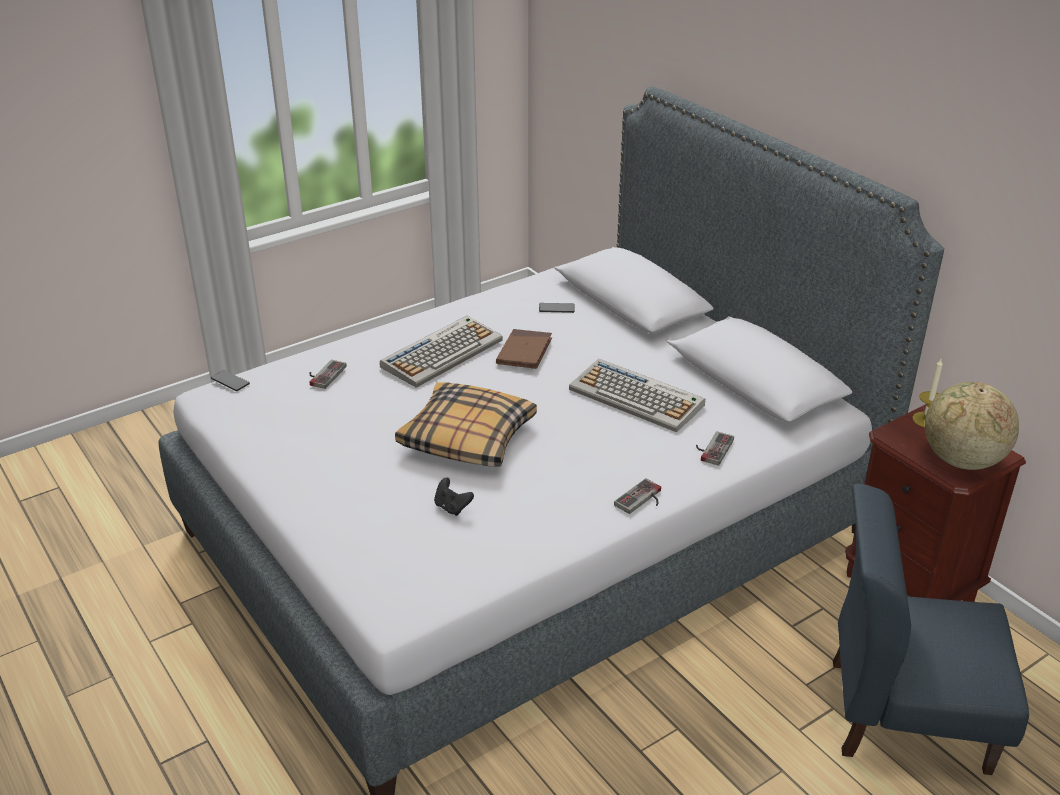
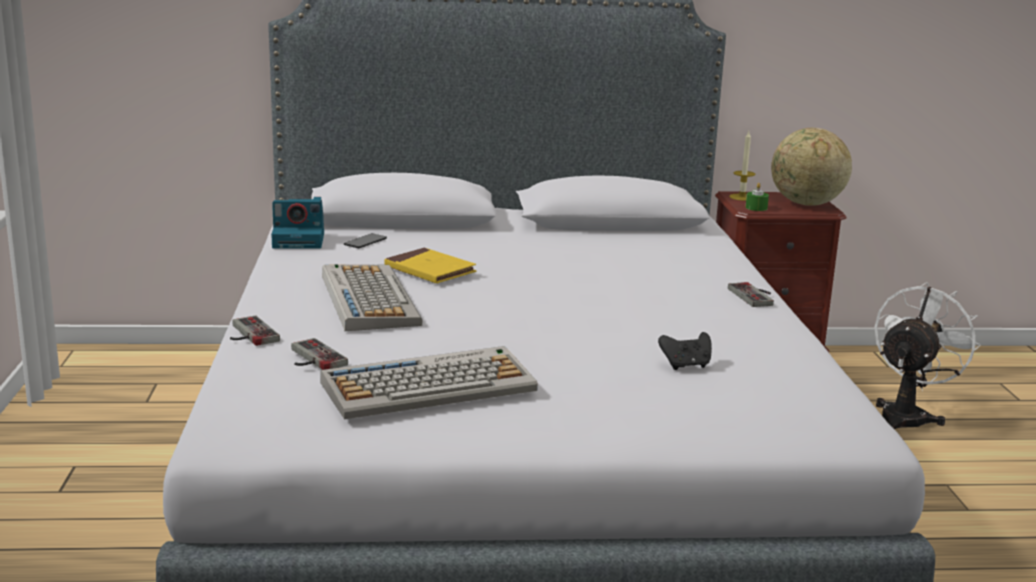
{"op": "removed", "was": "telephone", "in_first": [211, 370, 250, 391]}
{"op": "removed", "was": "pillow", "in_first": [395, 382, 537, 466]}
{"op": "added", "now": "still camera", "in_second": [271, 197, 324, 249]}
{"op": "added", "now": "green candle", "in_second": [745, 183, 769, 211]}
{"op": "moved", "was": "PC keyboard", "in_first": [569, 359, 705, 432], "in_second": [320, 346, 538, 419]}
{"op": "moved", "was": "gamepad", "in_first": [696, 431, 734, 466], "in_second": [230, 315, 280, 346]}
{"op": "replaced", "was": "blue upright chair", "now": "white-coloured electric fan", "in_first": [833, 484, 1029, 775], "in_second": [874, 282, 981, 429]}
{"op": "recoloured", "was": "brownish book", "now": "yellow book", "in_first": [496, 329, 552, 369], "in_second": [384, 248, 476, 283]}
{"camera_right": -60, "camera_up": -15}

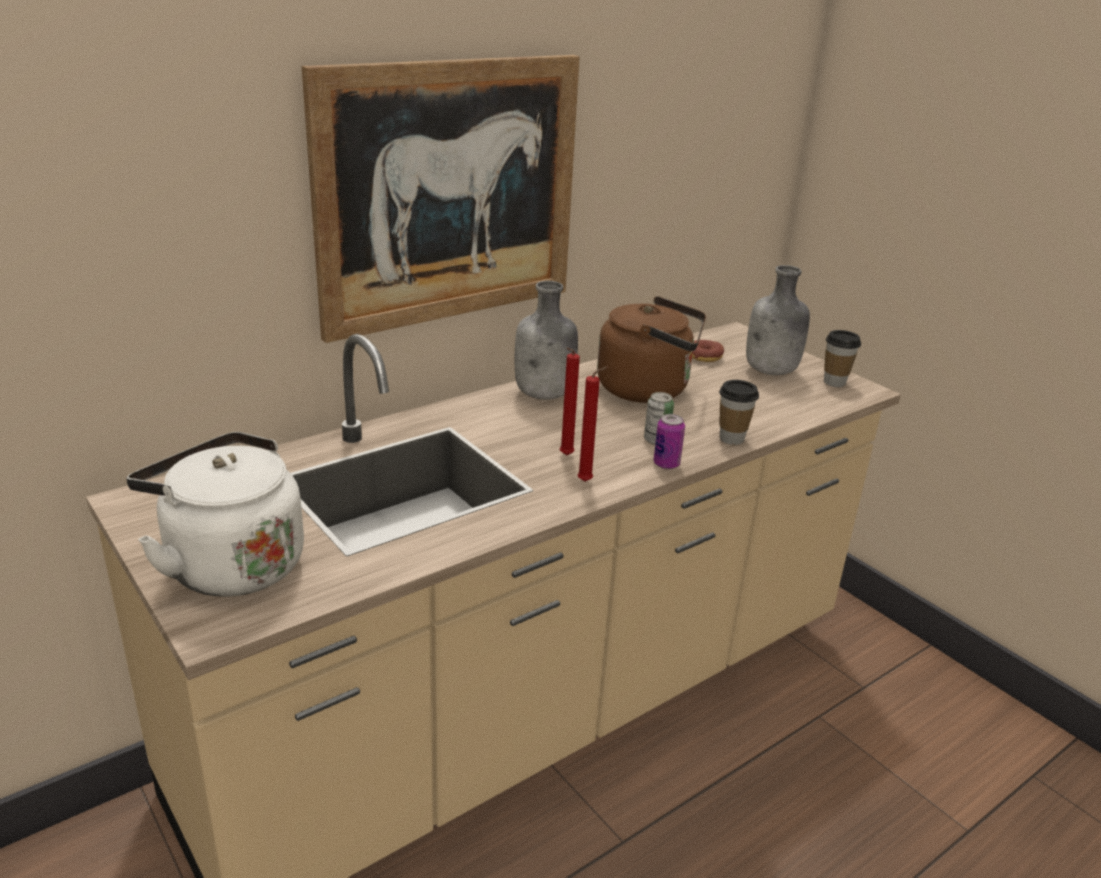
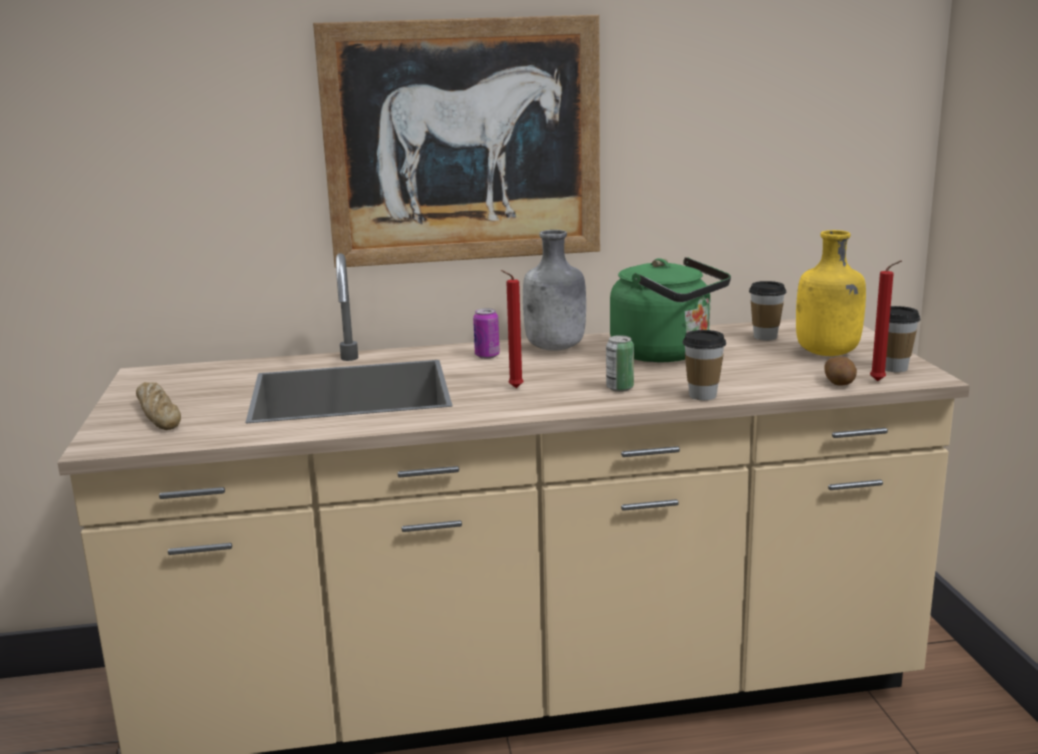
{"op": "added", "now": "whole potato", "in_second": [825, 356, 857, 386]}
{"op": "moved", "was": "red-coloured candle", "in_first": [577, 366, 608, 482], "in_second": [870, 260, 902, 381]}
{"op": "moved", "was": "metal can", "in_first": [654, 414, 685, 469], "in_second": [473, 308, 500, 359]}
{"op": "replaced", "was": "white-coloured water kettle", "now": "baked bread", "in_first": [127, 432, 304, 597], "in_second": [136, 382, 181, 430]}
{"op": "replaced", "was": "ring doughnut", "now": "drinking cup", "in_first": [692, 340, 724, 362], "in_second": [749, 281, 786, 340]}
{"op": "recoloured", "was": "brownish water kettle", "now": "green water kettle", "in_first": [597, 296, 706, 403], "in_second": [610, 257, 731, 362]}
{"op": "recoloured", "was": "grey beverage bottle", "now": "yellow beverage bottle", "in_first": [746, 265, 810, 376], "in_second": [796, 230, 866, 356]}
{"camera_right": 30, "camera_up": -10}

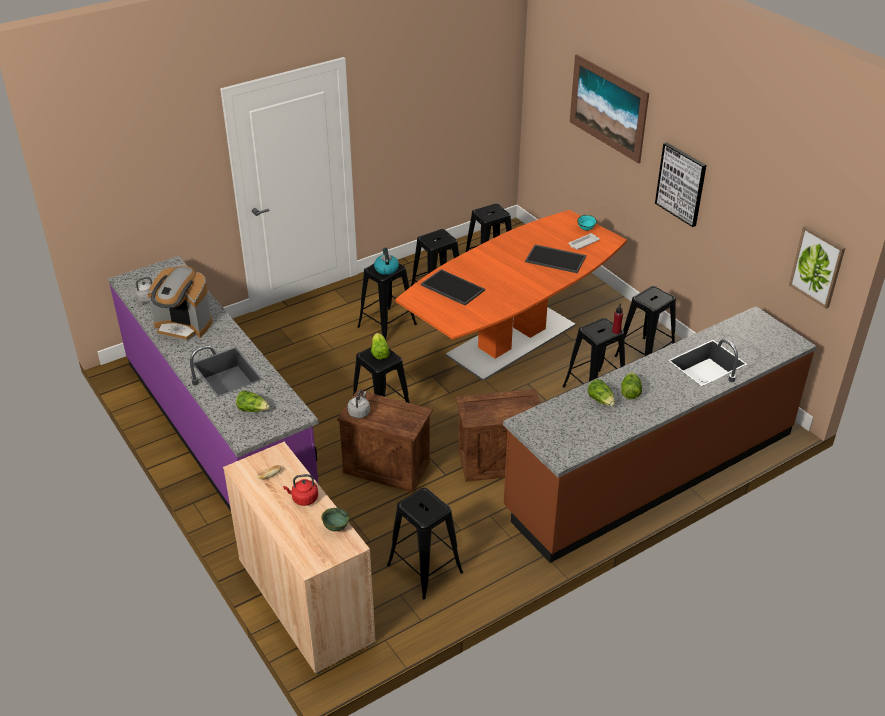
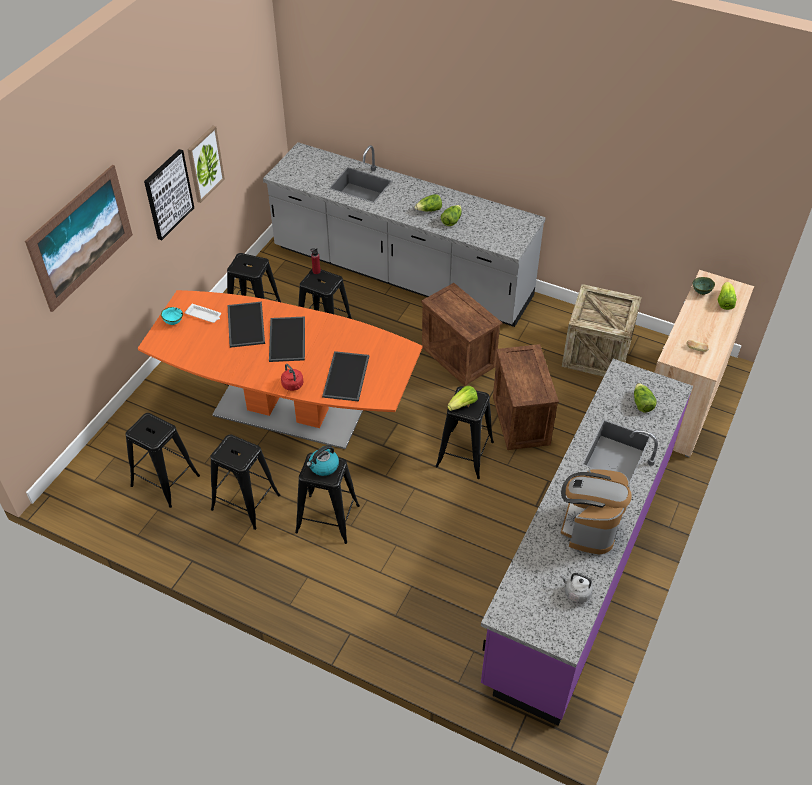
{"op": "removed", "was": "grey water kettle", "in_first": [347, 390, 370, 418]}
{"op": "added", "now": "carrying tray", "in_second": [269, 317, 305, 362]}
{"op": "added", "now": "head of lettuce", "in_second": [717, 282, 737, 310]}
{"op": "moved", "was": "red-coloured water kettle", "in_first": [283, 474, 318, 506], "in_second": [281, 364, 303, 391]}
{"op": "moved", "was": "wall picture", "in_first": [789, 226, 845, 309], "in_second": [187, 126, 225, 203]}
{"op": "replaced", "was": "black stool", "now": "packing crate", "in_first": [387, 488, 463, 599], "in_second": [562, 284, 642, 377]}
{"op": "recoloured", "was": "brownish counter", "now": "grey counter", "in_first": [503, 306, 816, 563], "in_second": [263, 142, 546, 327]}
{"op": "turned", "was": "coffee maker", "in_first": [147, 266, 212, 341], "in_second": [561, 469, 632, 554], "clockwise": -150}
{"camera_right": -120, "camera_up": 10}

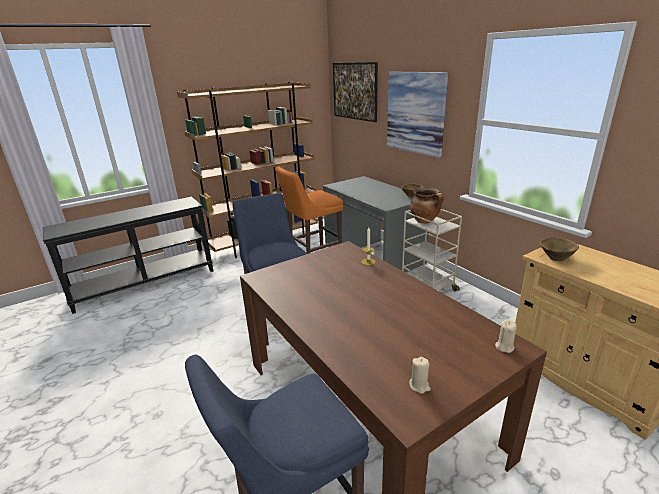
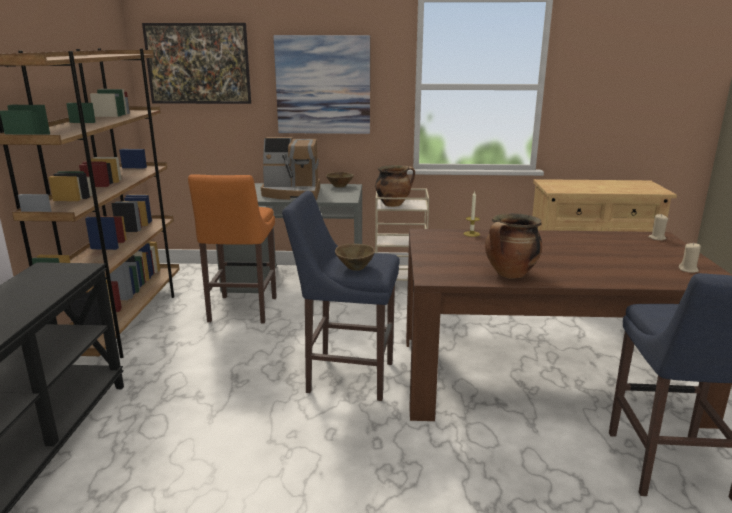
{"op": "added", "now": "coffee maker", "in_second": [261, 137, 320, 200]}
{"op": "added", "now": "saucepot", "in_second": [485, 213, 542, 279]}
{"op": "moved", "was": "brownish deep dish", "in_first": [540, 237, 579, 261], "in_second": [335, 244, 375, 271]}
{"camera_right": -55, "camera_up": -5}

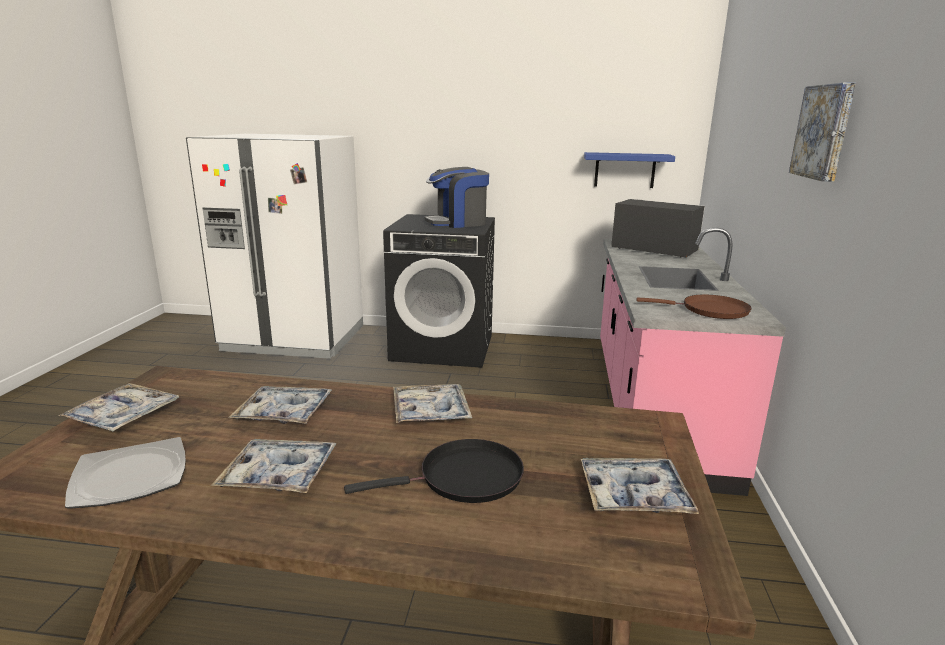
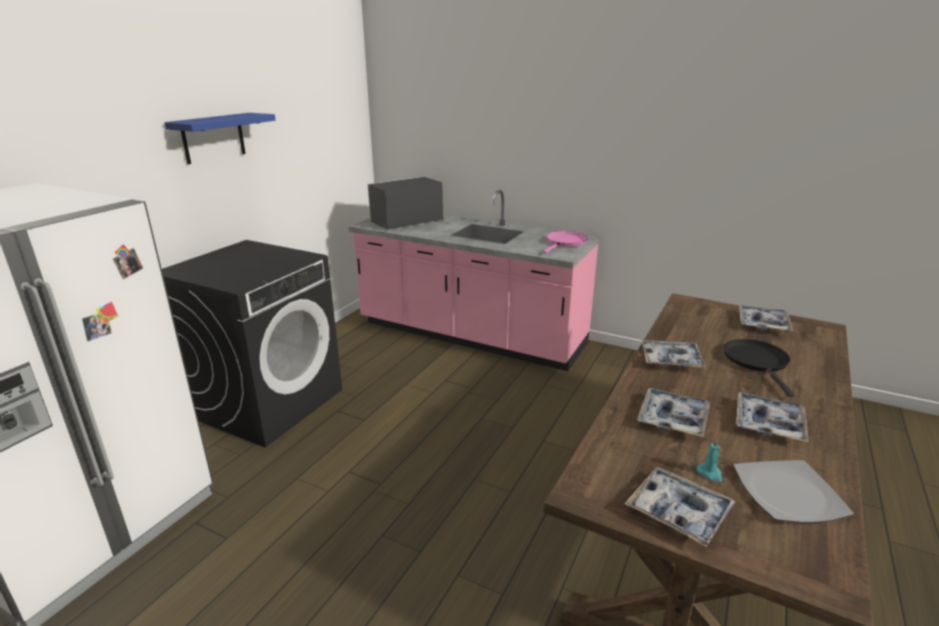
{"op": "removed", "was": "coffee maker", "in_first": [424, 167, 489, 228]}
{"op": "removed", "was": "wall picture", "in_first": [789, 83, 856, 182]}
{"op": "added", "now": "turquoise candle", "in_second": [697, 439, 722, 482]}
{"op": "moved", "was": "blue bracket shelf", "in_first": [584, 152, 675, 188], "in_second": [164, 113, 276, 164]}
{"op": "recoloured", "was": "brownish skillet", "now": "pink-coloured skillet", "in_first": [636, 295, 752, 319], "in_second": [543, 231, 588, 253]}
{"camera_right": -70, "camera_up": 5}

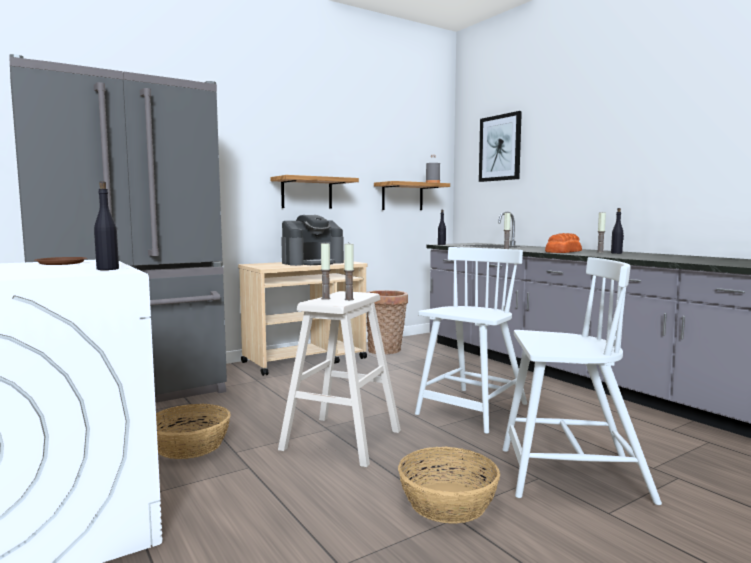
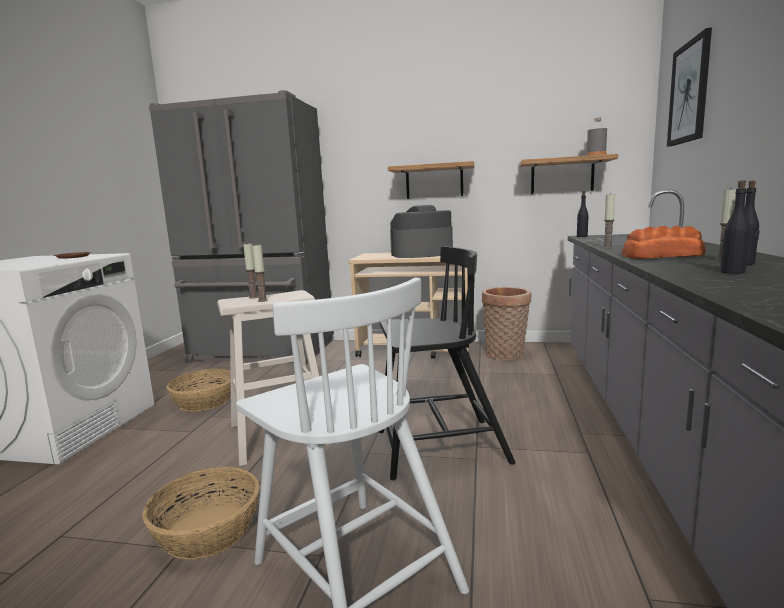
{"op": "moved", "was": "black beverage bottle", "in_first": [94, 181, 119, 270], "in_second": [720, 180, 750, 274]}
{"op": "recoloured", "was": "white-coloured upright chair", "now": "black upright chair", "in_first": [415, 247, 527, 434], "in_second": [379, 246, 515, 480]}
{"op": "turned", "was": "coffee maker", "in_first": [281, 215, 344, 266], "in_second": [390, 205, 453, 258], "clockwise": 150}
{"camera_right": 45, "camera_up": 5}

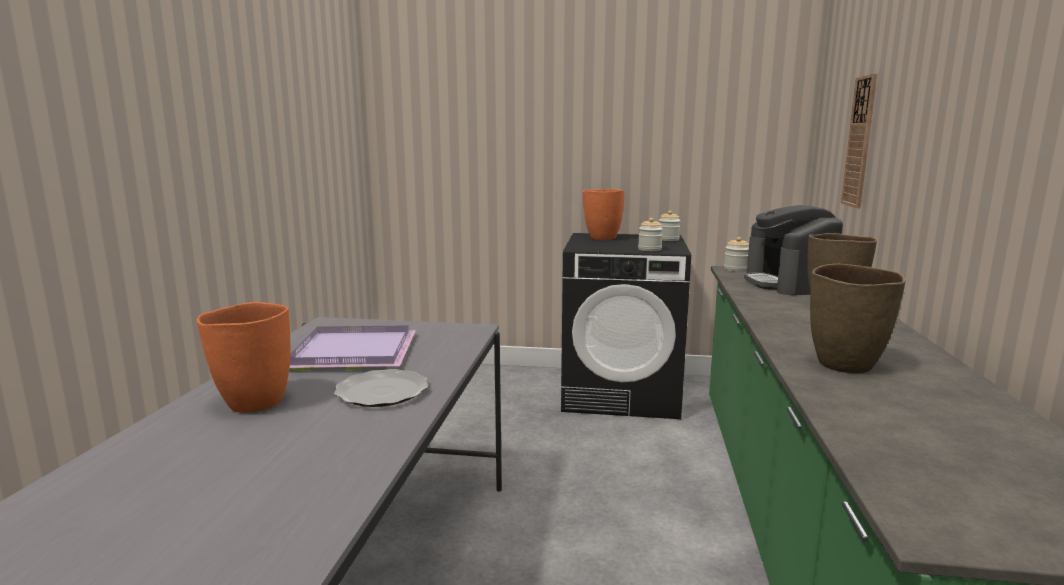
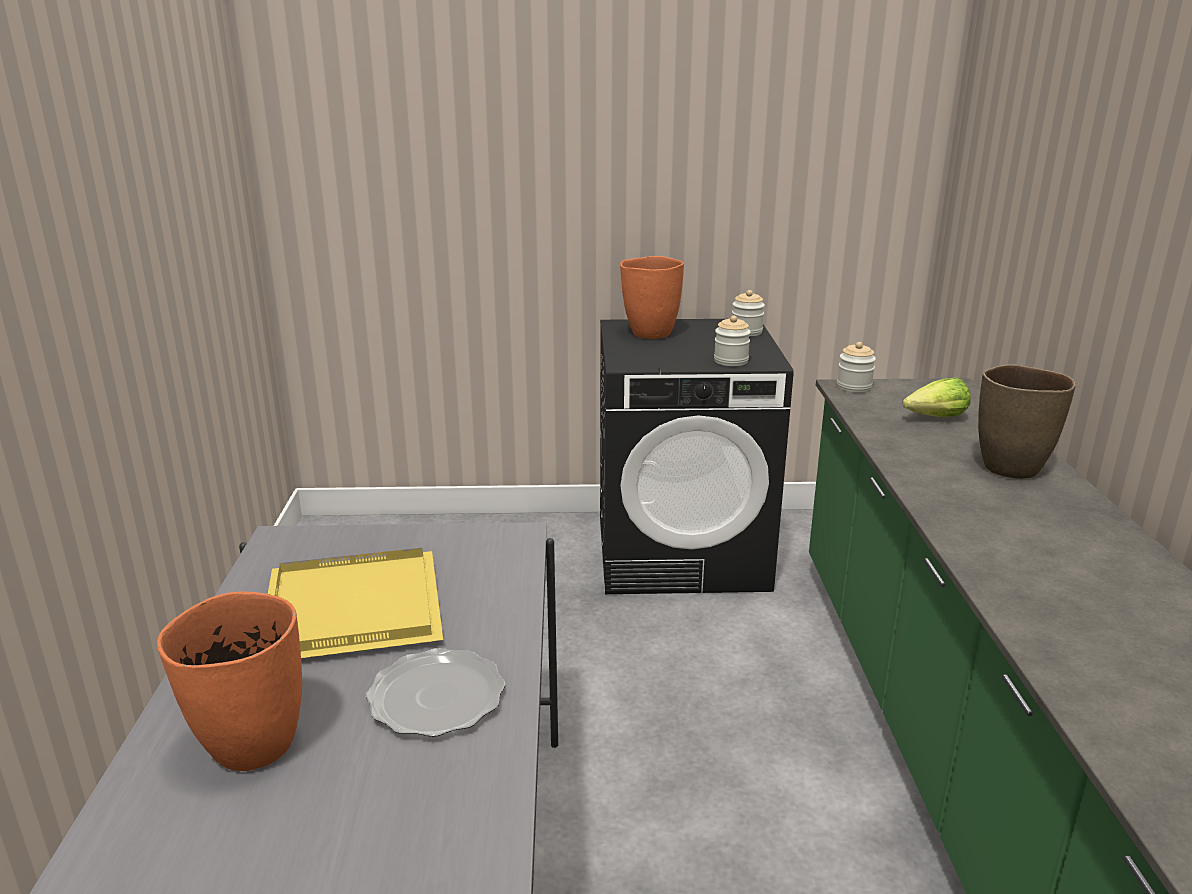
{"op": "removed", "was": "brownish flower vase", "in_first": [810, 264, 905, 373]}
{"op": "removed", "was": "hanging clock", "in_first": [841, 73, 877, 208]}
{"op": "replaced", "was": "coffee maker", "now": "head of lettuce", "in_first": [744, 205, 843, 295], "in_second": [903, 378, 971, 417]}
{"op": "recoloured", "was": "purplish carrying tray", "now": "yellow carrying tray", "in_first": [290, 325, 416, 371], "in_second": [268, 548, 443, 658]}
{"camera_right": -10, "camera_up": 10}

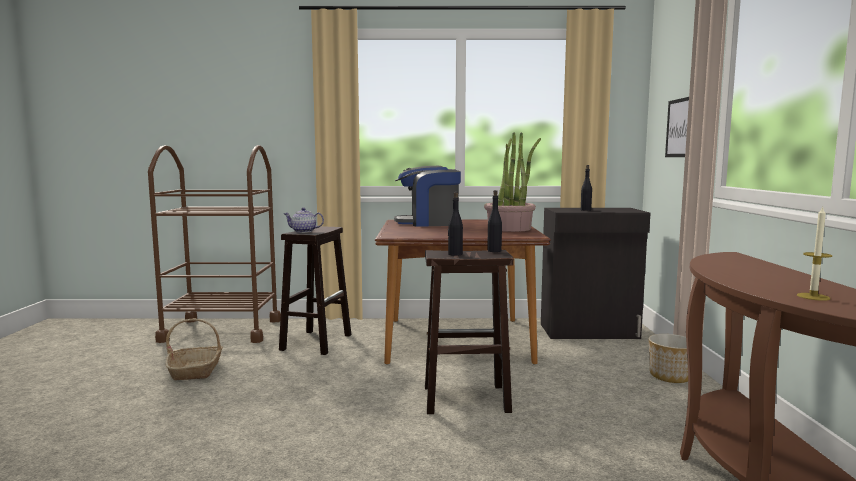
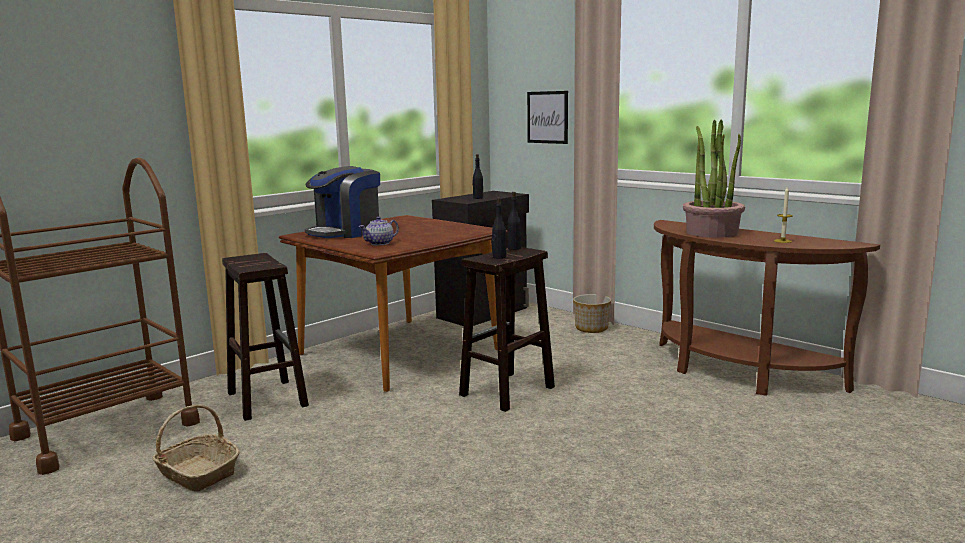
{"op": "moved", "was": "tea pot", "in_first": [284, 208, 324, 233], "in_second": [359, 216, 399, 245]}
{"op": "moved", "was": "plant in a pot", "in_first": [484, 132, 541, 232], "in_second": [683, 120, 745, 238]}
{"camera_right": -45, "camera_up": 5}

